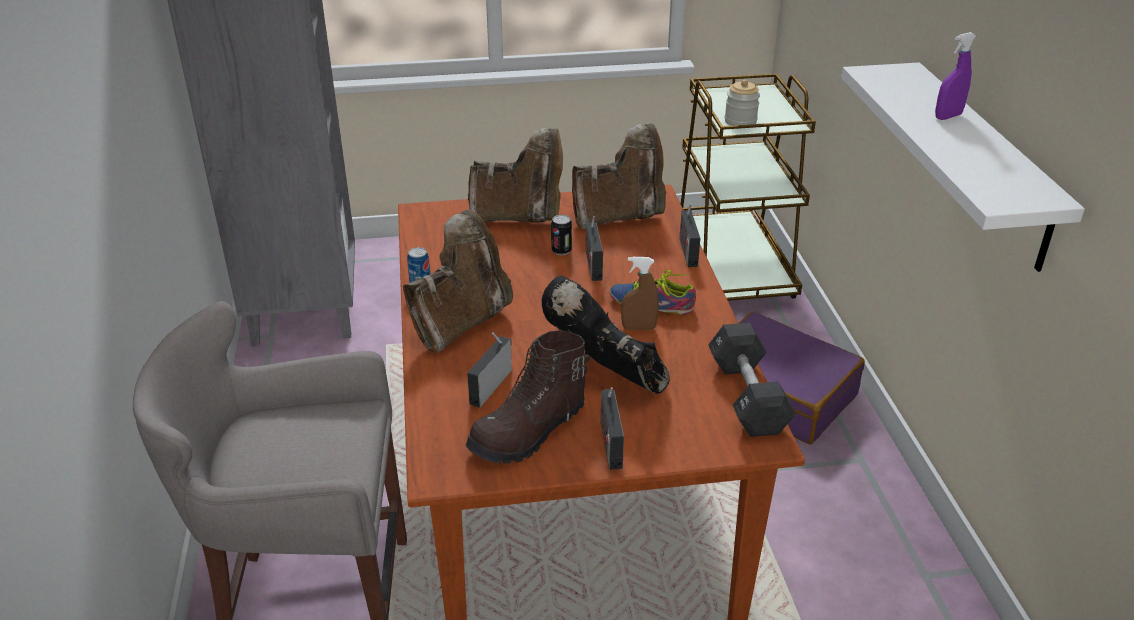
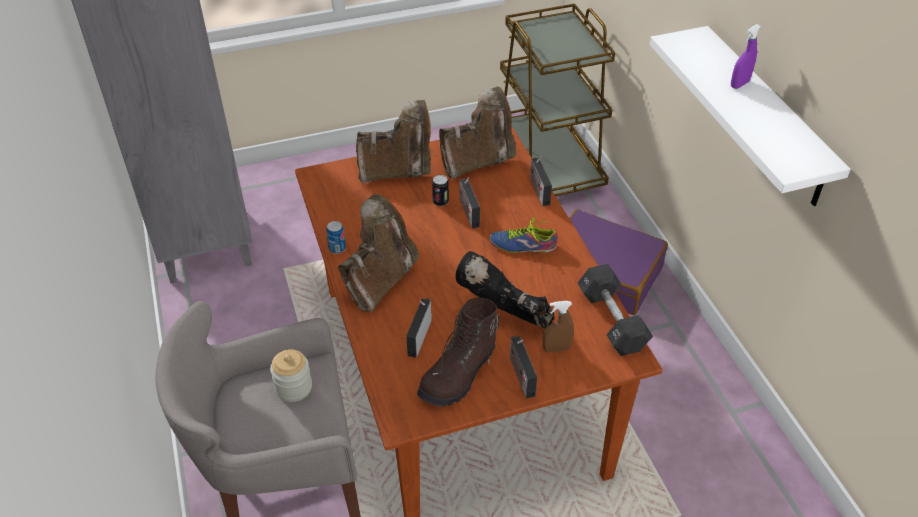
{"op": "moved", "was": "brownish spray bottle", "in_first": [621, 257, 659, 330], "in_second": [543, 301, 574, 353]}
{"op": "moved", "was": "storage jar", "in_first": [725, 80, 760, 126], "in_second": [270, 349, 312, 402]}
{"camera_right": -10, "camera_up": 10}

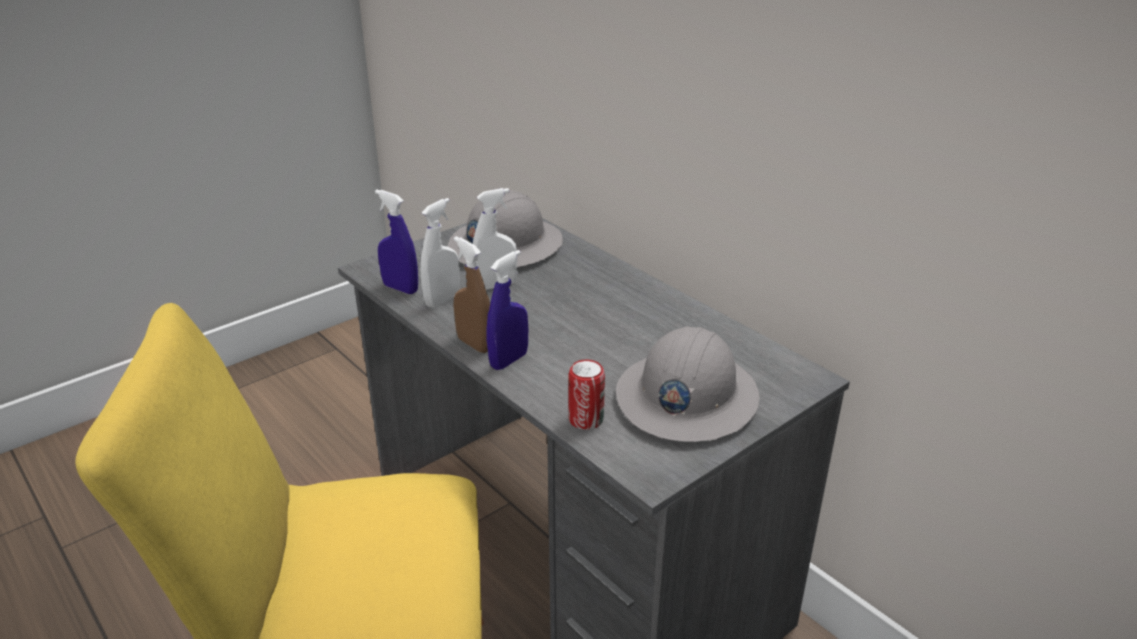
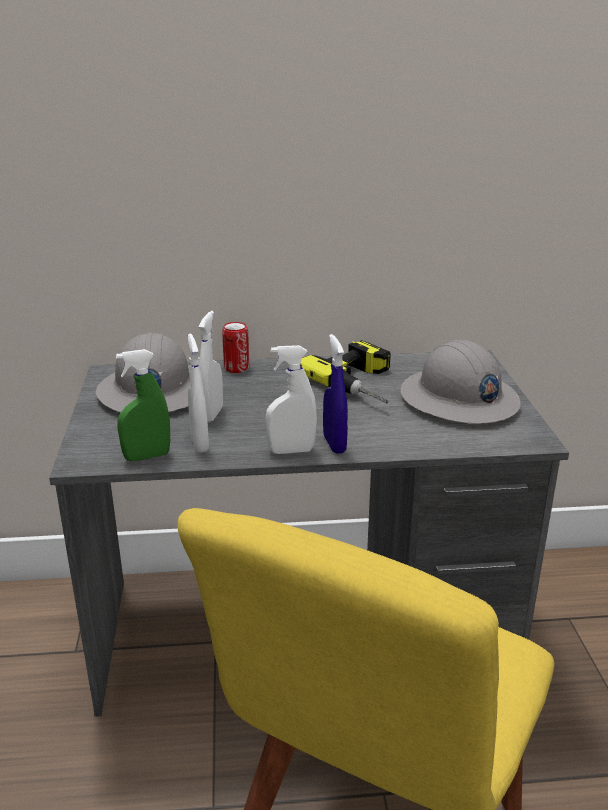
{"op": "added", "now": "drill", "in_second": [300, 340, 391, 403]}
{"op": "moved", "was": "metal can", "in_first": [568, 360, 605, 430], "in_second": [222, 322, 249, 373]}
{"op": "recoloured", "was": "blue spray bottle", "now": "green spray bottle", "in_first": [375, 190, 418, 294], "in_second": [116, 349, 170, 461]}
{"op": "recoloured", "was": "brownish spray bottle", "now": "white-coloured spray bottle", "in_first": [453, 236, 490, 353], "in_second": [266, 345, 317, 454]}
{"camera_right": -55, "camera_up": -5}

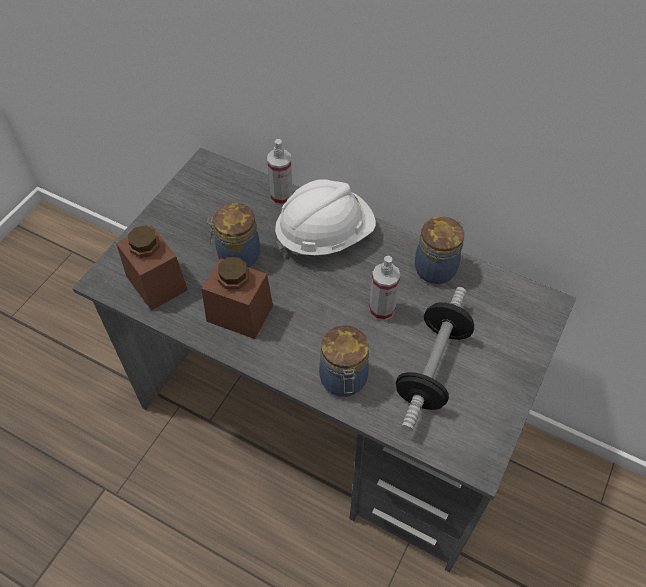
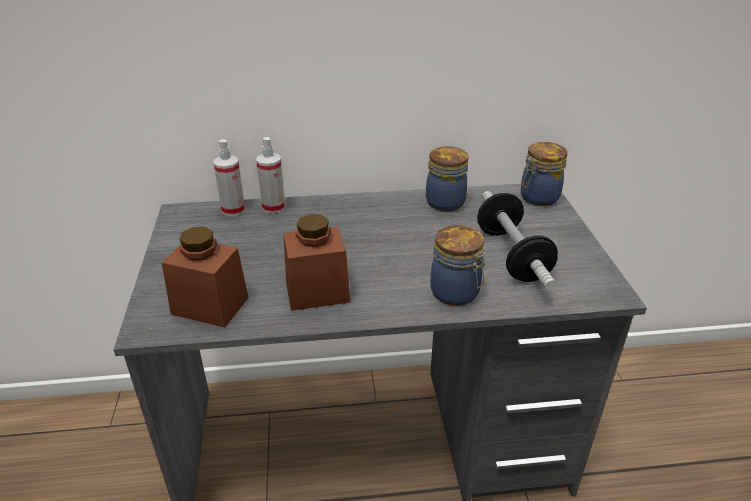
{"op": "removed", "was": "white-coloured safety helmet", "in_first": [275, 179, 376, 256]}
{"op": "moved", "was": "storage jar", "in_first": [207, 203, 260, 267], "in_second": [521, 142, 567, 206]}
{"op": "moved", "was": "spray bottle", "in_first": [369, 256, 400, 321], "in_second": [214, 139, 245, 216]}
{"camera_right": -35, "camera_up": -20}

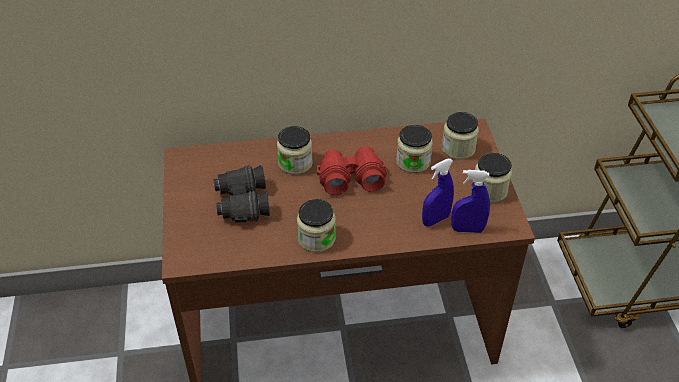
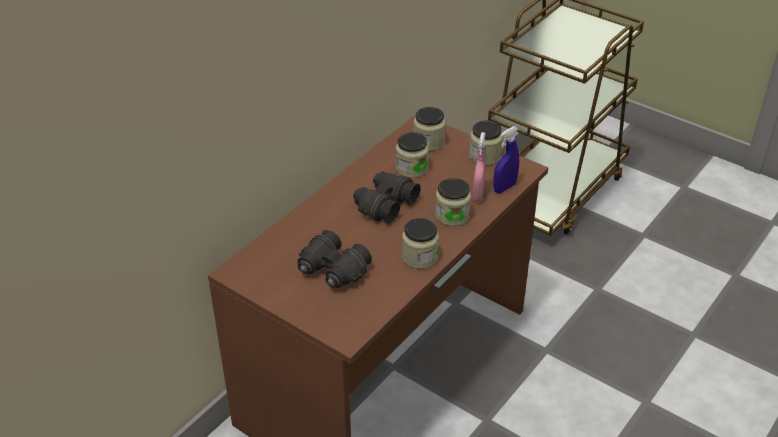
{"op": "moved", "was": "storage jar", "in_first": [277, 126, 313, 175], "in_second": [435, 178, 471, 226]}
{"op": "recoloured", "was": "red-coloured field glasses", "now": "black field glasses", "in_first": [317, 146, 387, 195], "in_second": [353, 171, 421, 223]}
{"op": "recoloured", "was": "blue spray bottle", "now": "pink-coloured spray bottle", "in_first": [422, 159, 454, 226], "in_second": [472, 132, 486, 202]}
{"camera_right": -45, "camera_up": -5}

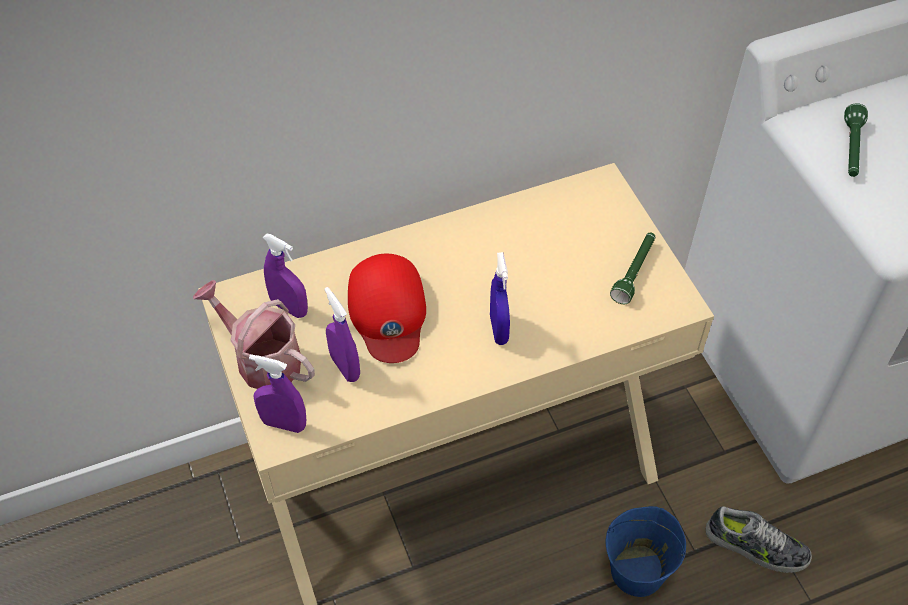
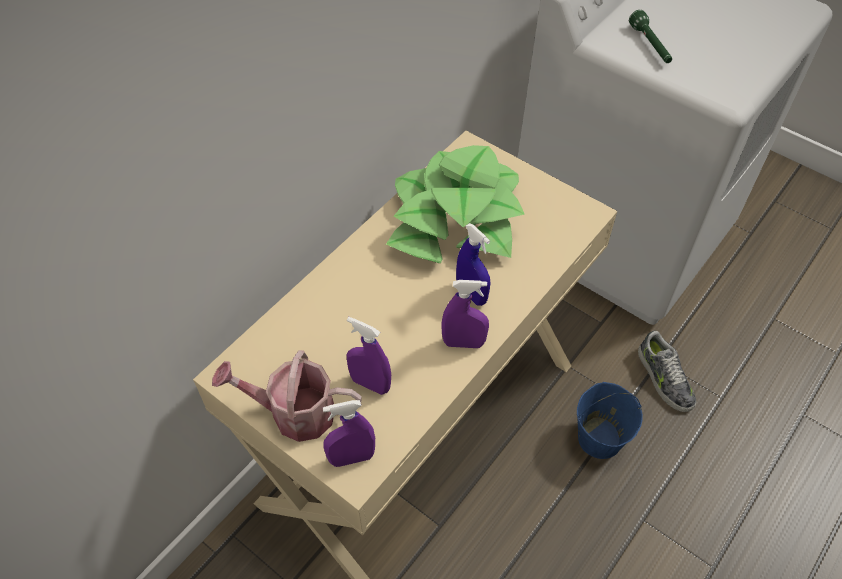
{"op": "removed", "was": "red-coloured cap", "in_first": [348, 254, 426, 363]}
{"op": "removed", "was": "green torch", "in_first": [610, 232, 655, 304]}
{"op": "added", "now": "plant in a pot", "in_second": [386, 145, 524, 263]}
{"op": "moved", "was": "purplish spray bottle", "in_first": [263, 234, 308, 318], "in_second": [442, 280, 489, 348]}
{"op": "turned", "was": "shoe", "in_first": [706, 506, 812, 573], "in_second": [638, 331, 696, 412], "clockwise": 75}
{"camera_right": -30, "camera_up": 0}

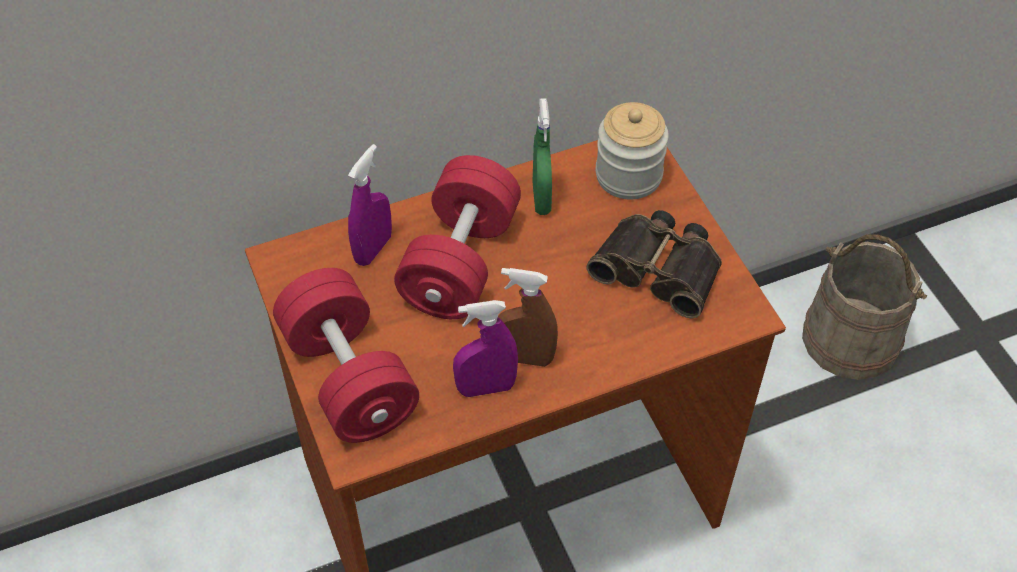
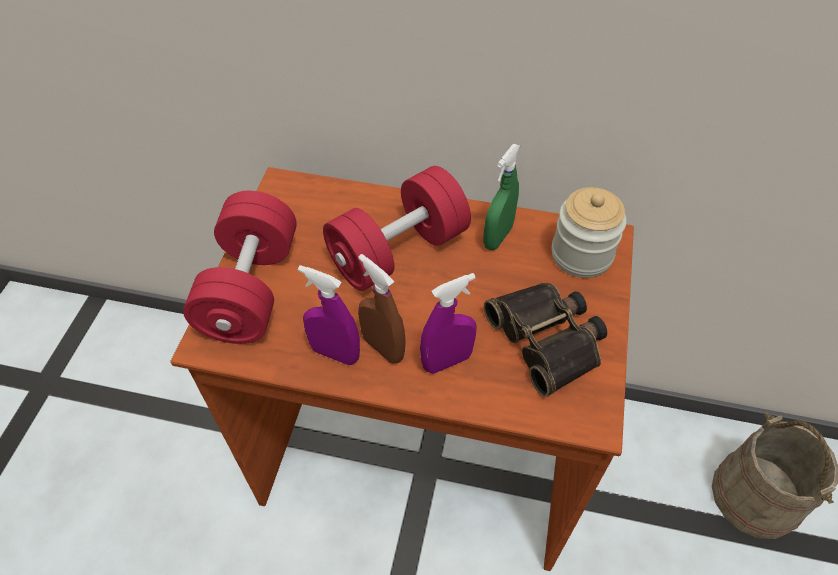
{"op": "moved", "was": "purplish spray bottle", "in_first": [348, 144, 392, 266], "in_second": [420, 273, 477, 374]}
{"camera_right": 35, "camera_up": 0}

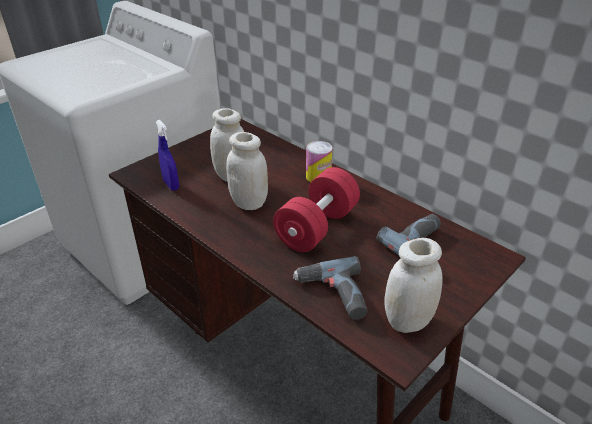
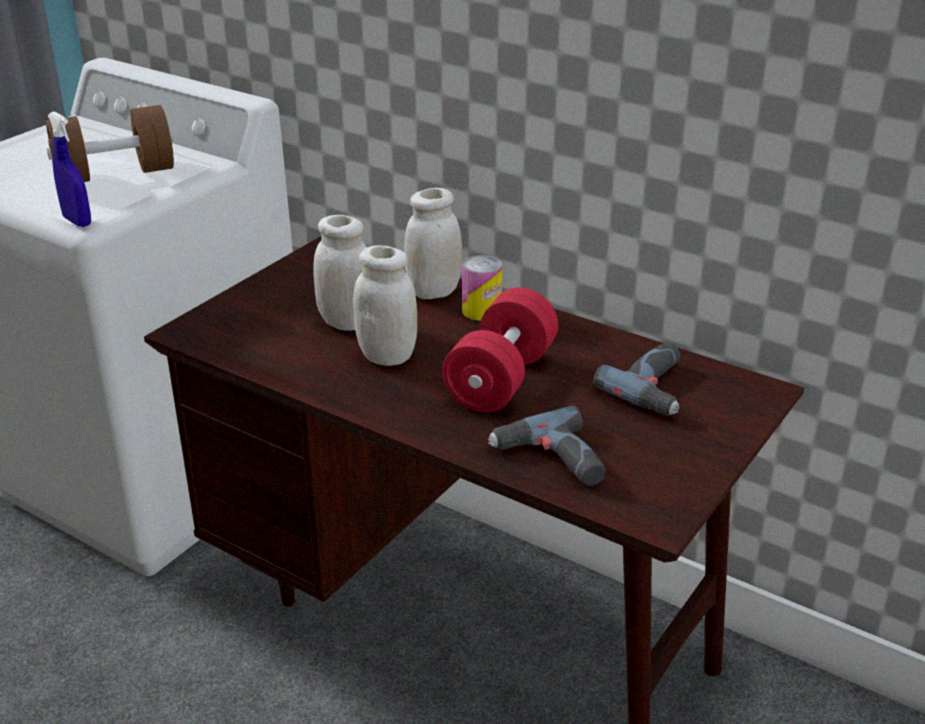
{"op": "added", "now": "brownish dumbbell", "in_second": [46, 105, 174, 182]}
{"op": "moved", "was": "blue spray bottle", "in_first": [156, 120, 179, 191], "in_second": [48, 112, 91, 227]}
{"op": "moved", "was": "white-coloured storage jar", "in_first": [384, 238, 443, 333], "in_second": [404, 188, 462, 299]}
{"camera_right": -10, "camera_up": -5}

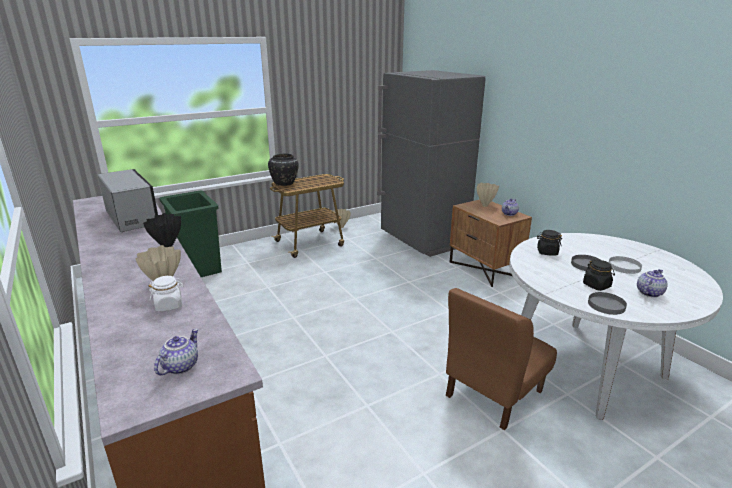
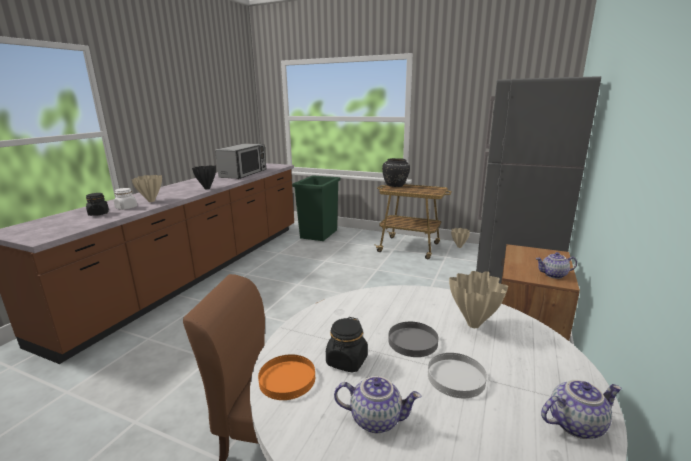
{"op": "moved", "was": "tea pot", "in_first": [154, 329, 199, 375], "in_second": [541, 380, 622, 439]}
{"op": "moved", "was": "beige-coloured flower vase", "in_first": [477, 183, 499, 207], "in_second": [449, 271, 508, 328]}
{"op": "moved", "was": "black storage jar", "in_first": [537, 230, 562, 255], "in_second": [86, 193, 109, 216]}
{"op": "recoloured", "was": "grey dinner plate", "now": "orangey dinner plate", "in_first": [588, 292, 627, 315], "in_second": [258, 354, 315, 400]}
{"camera_right": 55, "camera_up": -5}

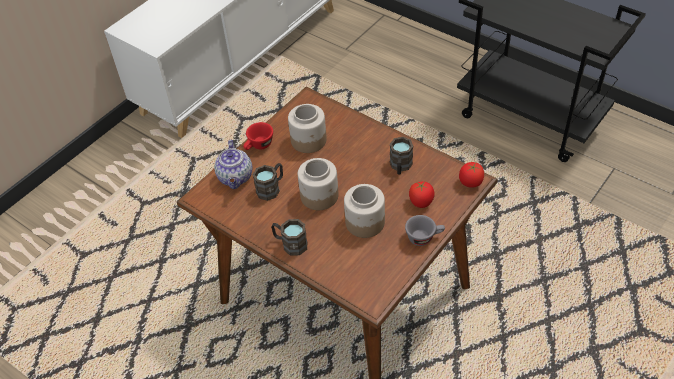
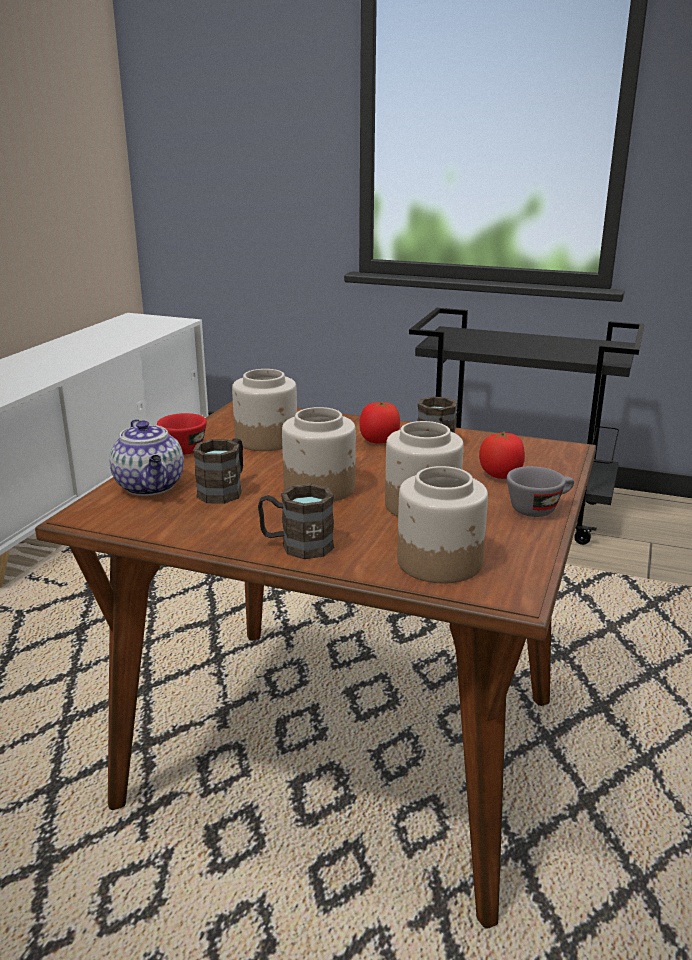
{"op": "added", "now": "storage jar", "in_second": [397, 466, 488, 583]}
{"op": "moved", "was": "whole tomato", "in_first": [459, 162, 484, 188], "in_second": [359, 401, 400, 444]}
{"camera_right": -20, "camera_up": -25}

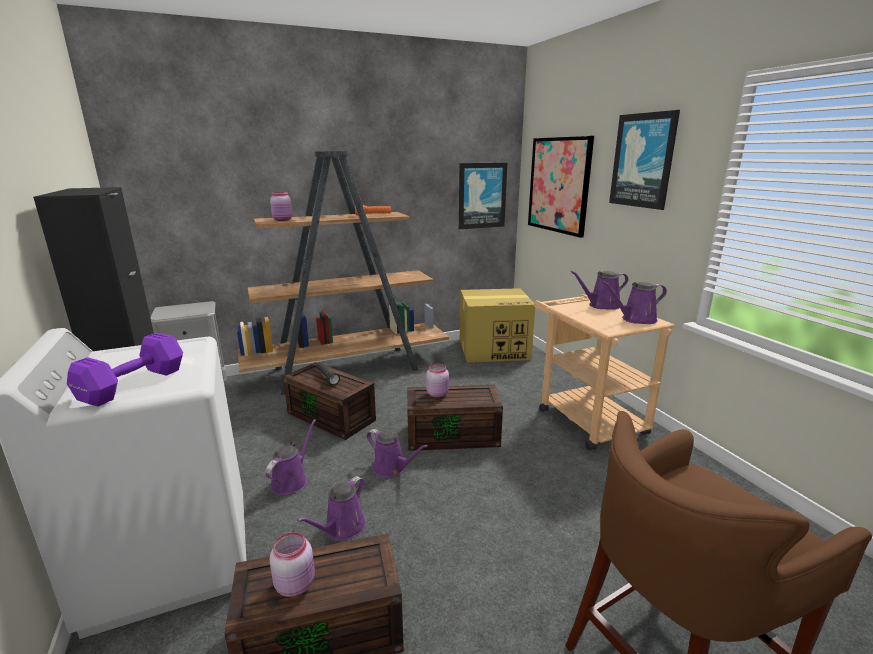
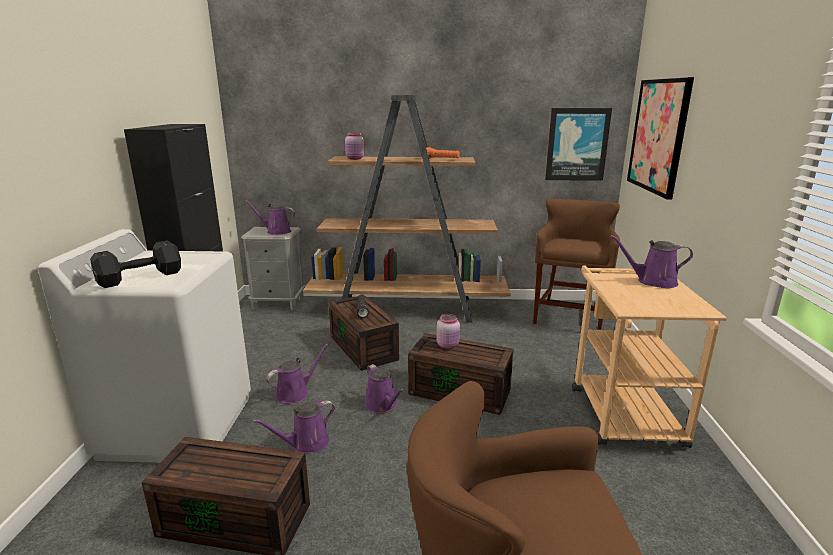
{"op": "removed", "was": "pink-coloured storage jar", "in_first": [269, 532, 315, 597]}
{"op": "removed", "was": "wall picture", "in_first": [609, 110, 680, 210]}
{"op": "moved", "was": "purplish watering pot", "in_first": [602, 281, 667, 324], "in_second": [245, 200, 295, 235]}
{"op": "replaced", "was": "cardboard box", "now": "brownish stool", "in_first": [460, 288, 535, 362], "in_second": [533, 198, 620, 330]}
{"op": "recoloured", "was": "purplish dumbbell", "now": "black dumbbell", "in_first": [67, 333, 183, 407], "in_second": [90, 241, 181, 288]}
{"camera_right": 25, "camera_up": 0}

